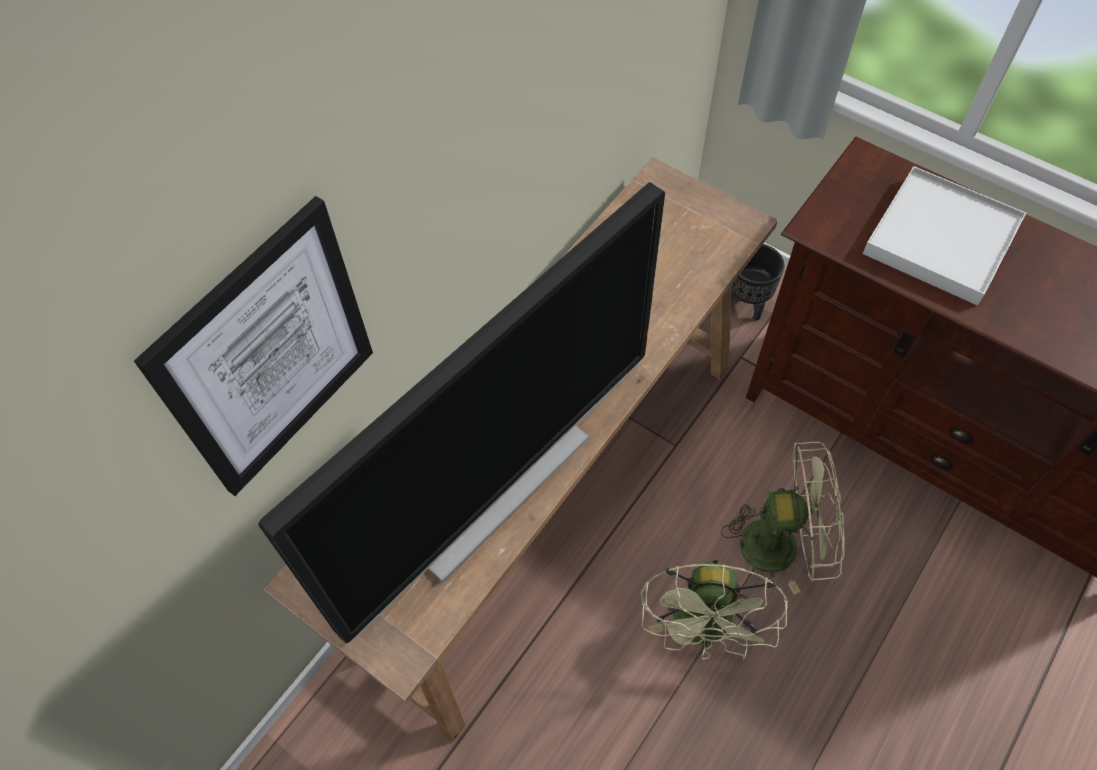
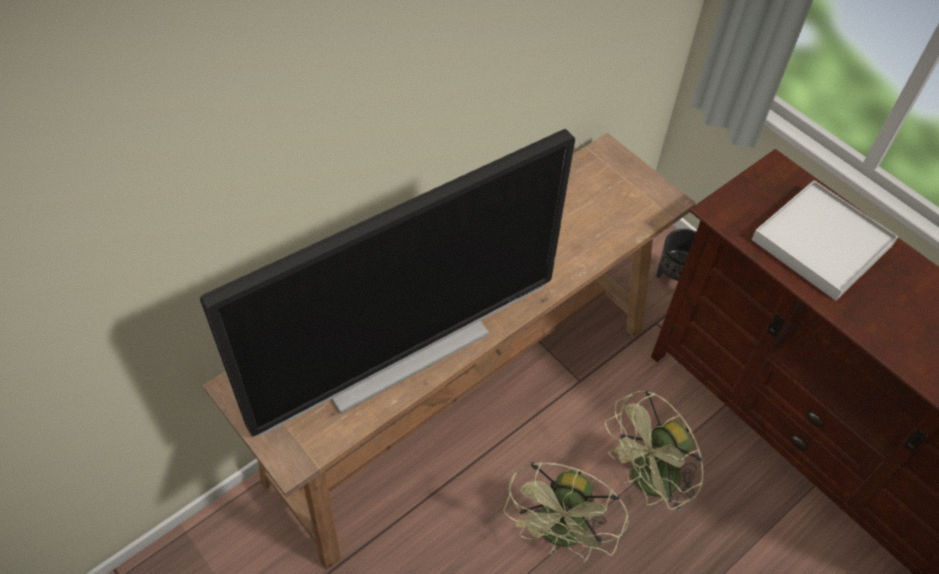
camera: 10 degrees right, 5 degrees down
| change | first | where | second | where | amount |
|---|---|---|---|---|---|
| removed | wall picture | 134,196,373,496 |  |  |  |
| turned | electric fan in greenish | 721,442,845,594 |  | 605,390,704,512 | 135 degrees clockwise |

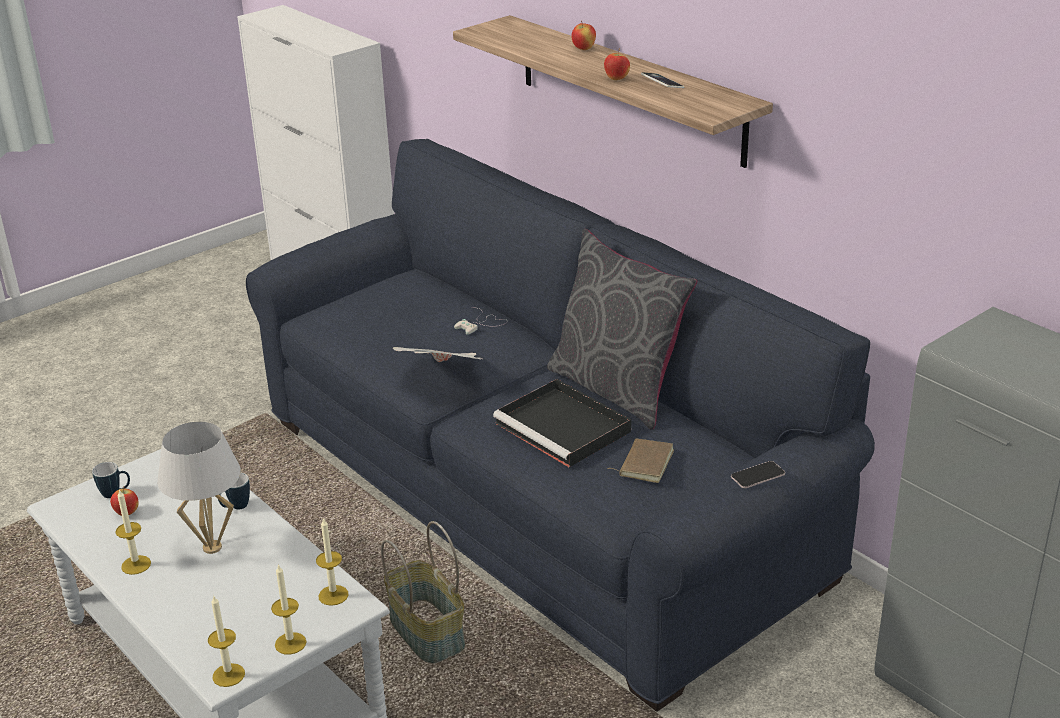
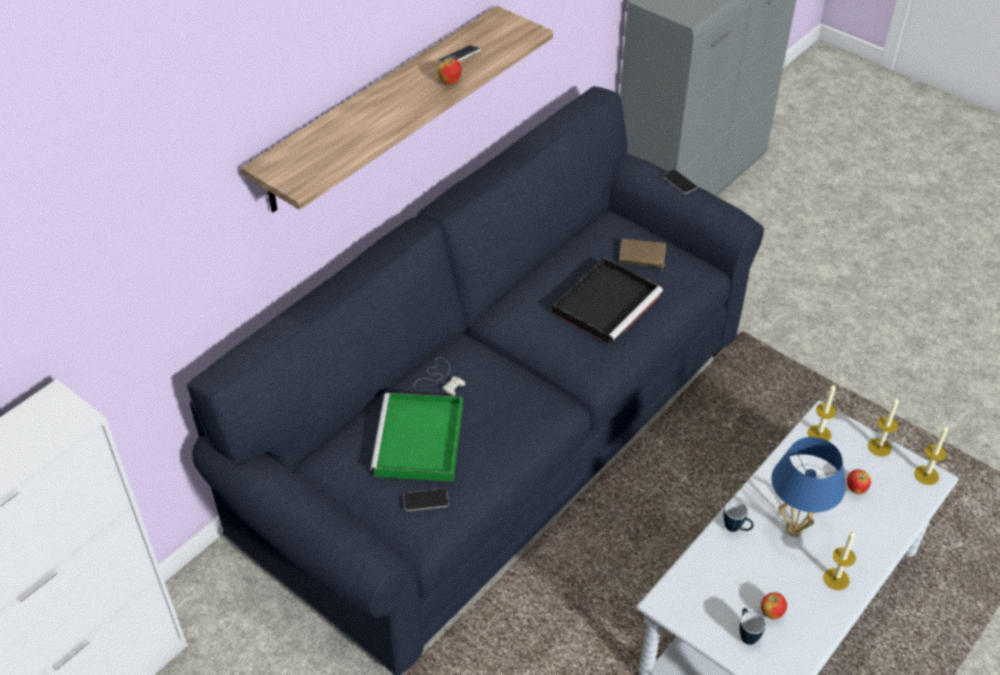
camera: 100 degrees left, 15 degrees up
| change | first | where | second | where | amount |
|---|---|---|---|---|---|
| recoloured | table lamp in white | 157,421,241,554 | table lamp in bluish | 772,437,845,537 |  |
| removed | household basket | 381,521,465,664 |  |  |  |
| removed | newspaper | 393,347,483,362 |  |  |  |
| removed | throw pillow in greyish | 547,229,698,429 |  |  |  |
| moved | apple fruit | 572,21,596,50 |  | 847,469,871,494 |  |
| added |  |  | tray in greenish | 370,393,463,482 |  |
| added |  |  | phone | 403,489,449,511 |  |

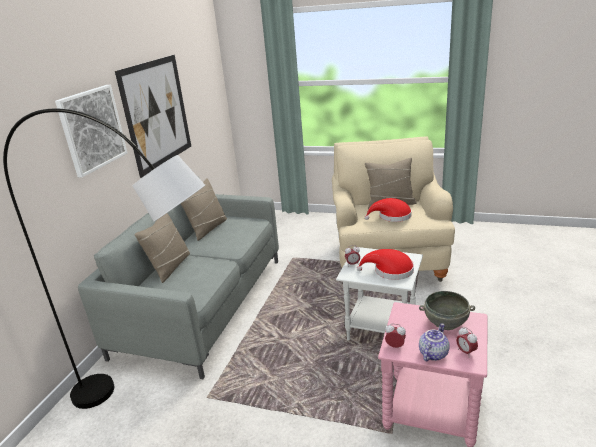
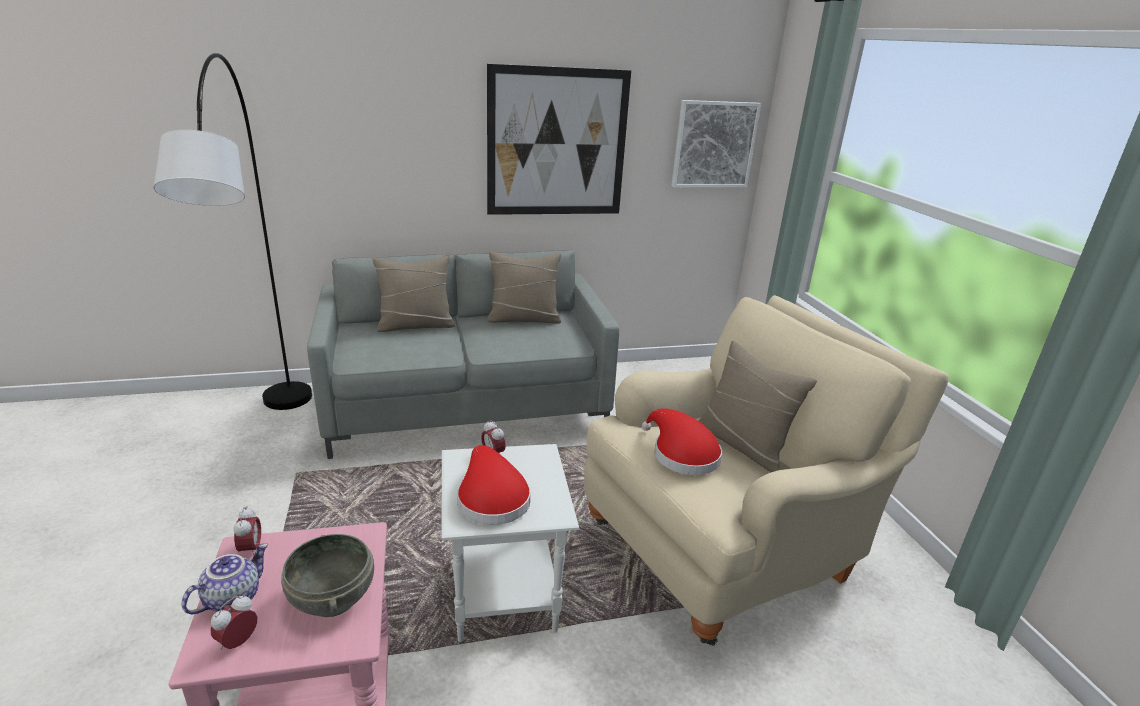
camera: 55 degrees right, 0 degrees up
| change | first | where | second | where | amount |
|---|---|---|---|---|---|
| moved | wall picture | 55,85,128,177 |  | 671,100,761,187 |  |
| turned | pot for tea | 419,323,449,361 |  | 182,543,268,614 | 60 degrees counterclockwise |

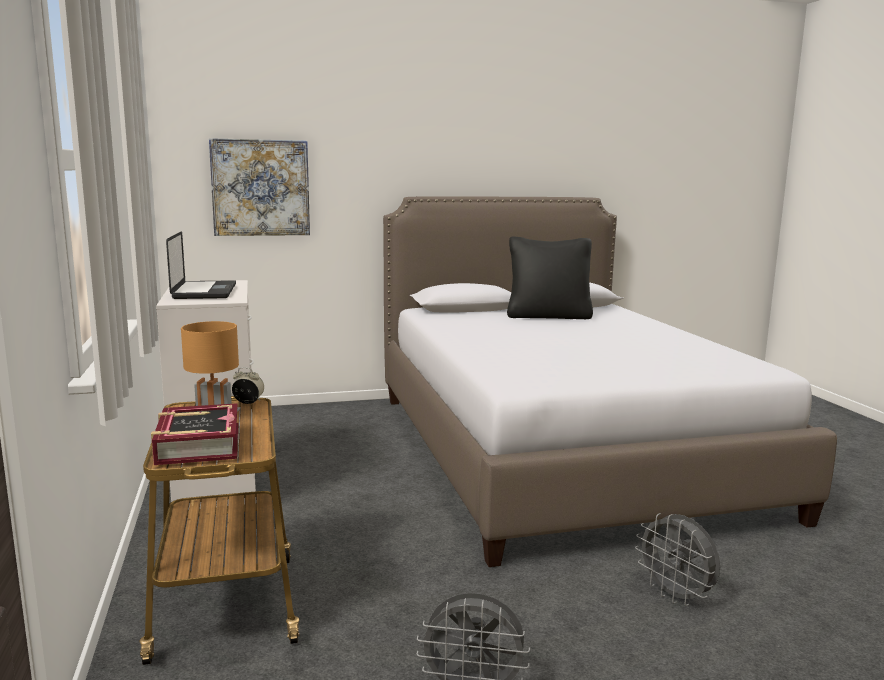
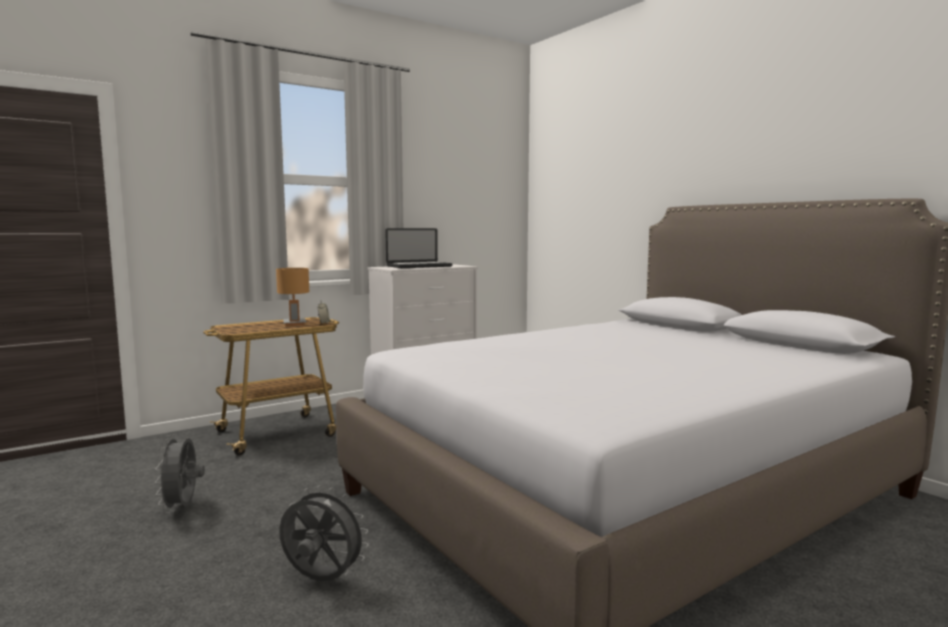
camera: 70 degrees right, 5 degrees down
| change | first | where | second | where | amount |
|---|---|---|---|---|---|
| removed | bound book | 151,403,239,465 |  |  |  |
| removed | wall picture | 209,138,310,236 |  |  |  |
| removed | throw pillow in black | 507,236,593,319 |  |  |  |
| turned | electric fan in greyish | 635,513,720,606 |  | 279,485,369,581 | 75 degrees clockwise |

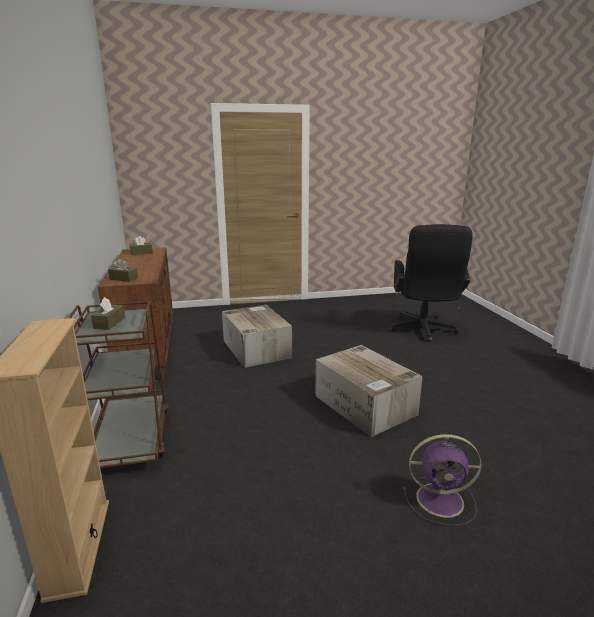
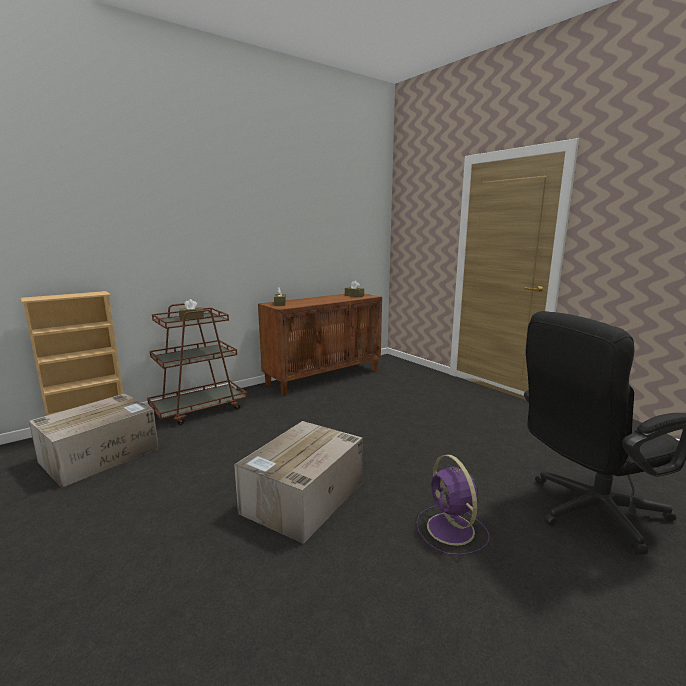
camera: 65 degrees right, 5 degrees down
| change | first | where | second | where | amount |
|---|---|---|---|---|---|
| moved | packing box | 222,305,292,368 |  | 29,394,159,488 |  |
| moved | electric fan in purple-coloured | 403,434,482,526 |  | 416,454,489,555 |  |

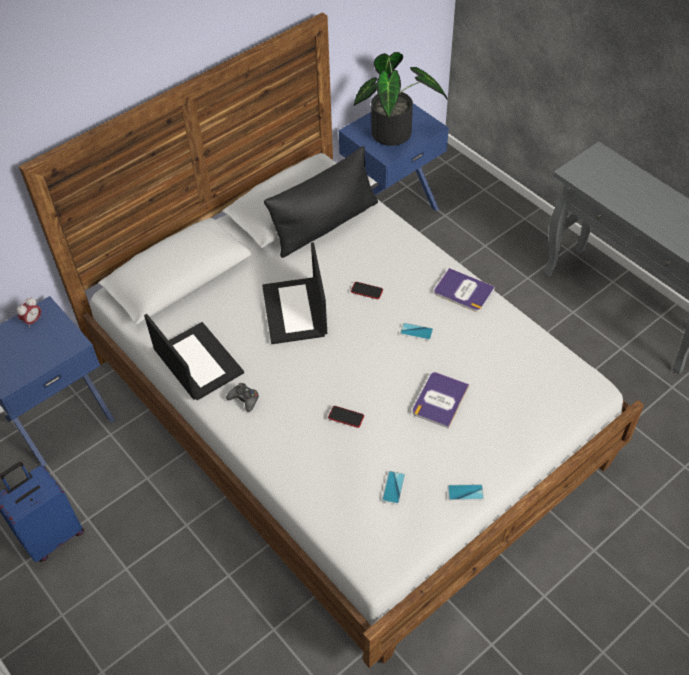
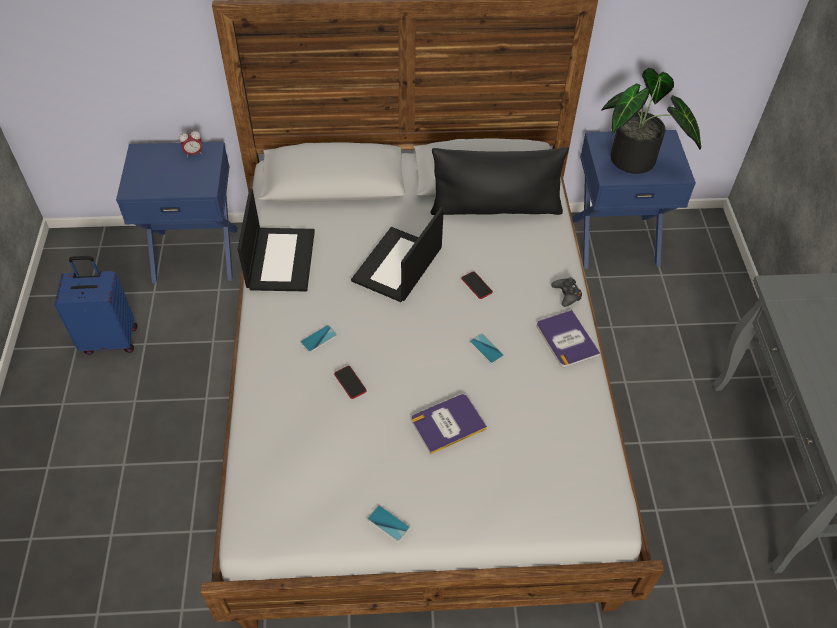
camera: 35 degrees right, 0 degrees up
| change | first | where | second | where | amount |
|---|---|---|---|---|---|
| moved | gamepad in black | 226,383,259,412 |  | 551,277,582,307 |  |
| moved | phone | 382,471,406,505 |  | 300,325,337,353 |  |

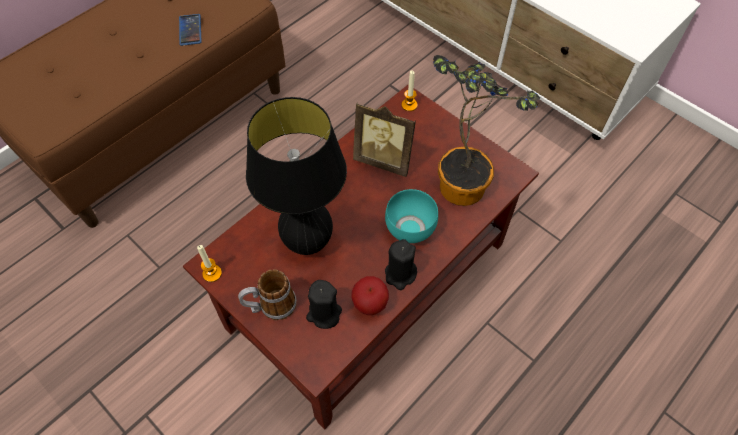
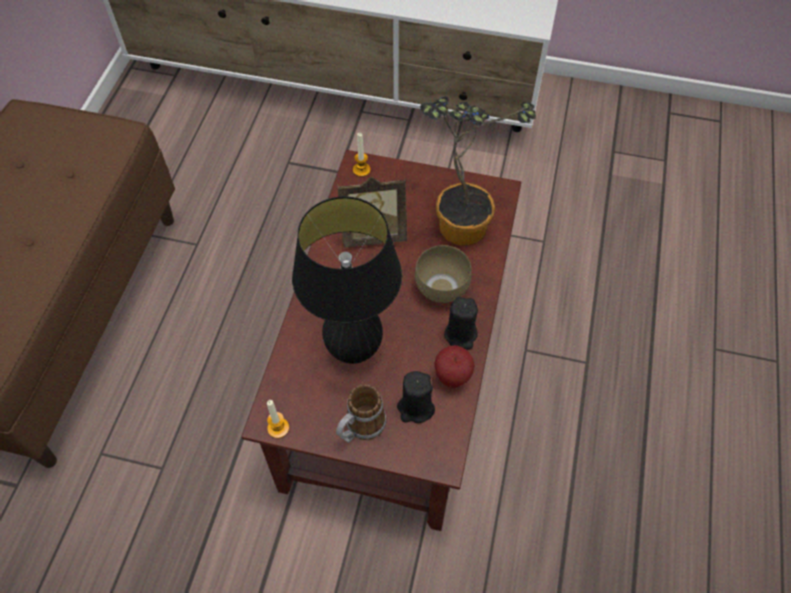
camera: 30 degrees left, 0 degrees up
| change | first | where | second | where | amount |
|---|---|---|---|---|---|
| removed | phone | 179,14,202,46 |  |  |  |
| recoloured | serving bowl in turquoise | 385,189,438,243 | serving bowl in brown-coloured | 415,245,472,303 |  |

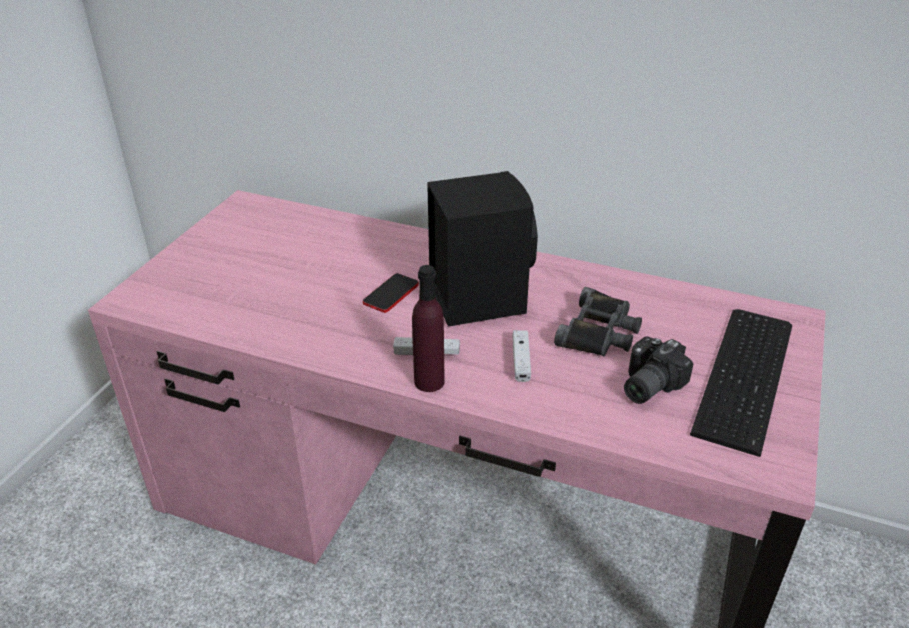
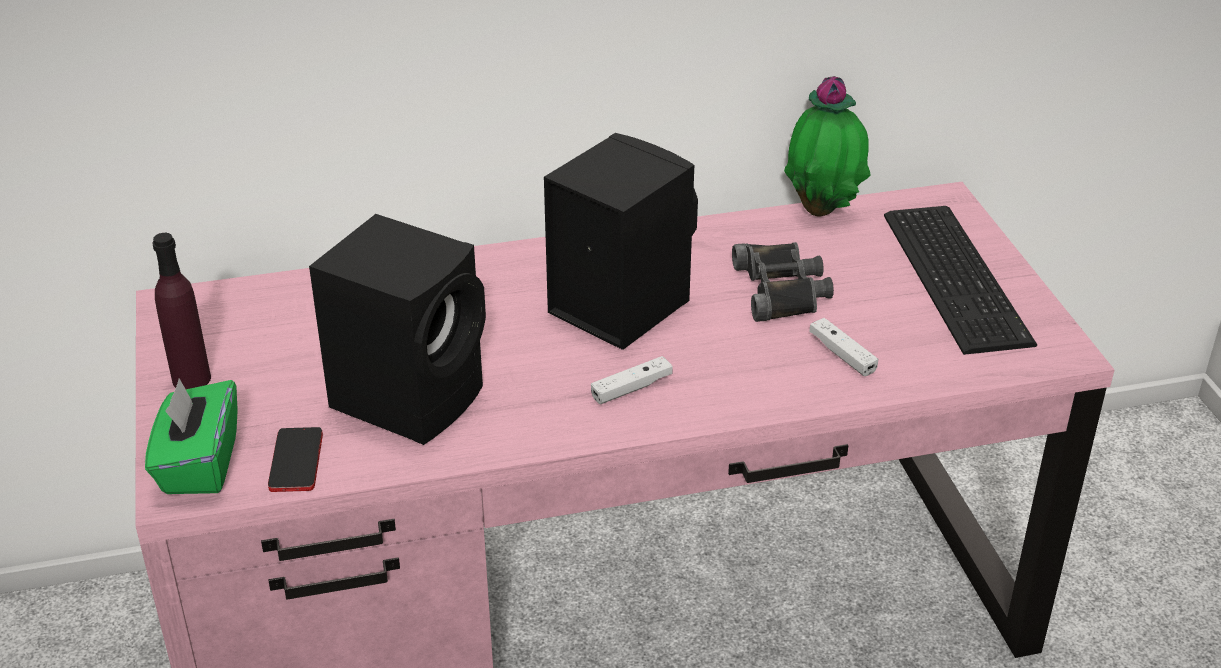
camera: 35 degrees left, 0 degrees up
| change | first | where | second | where | amount |
|---|---|---|---|---|---|
| moved | phone | 363,273,419,313 |  | 268,427,323,492 |  |
| moved | bottle in purple-coloured | 412,265,445,392 |  | 152,233,211,389 |  |
| moved | gamepad in white | 512,330,531,382 |  | 809,318,878,376 |  |
| removed | still camera | 624,336,693,404 |  |  |  |
| added |  |  | tissue box in greenish | 145,378,238,494 |  |
| added |  |  | loudspeaker in black | 309,214,486,445 |  |
| added |  |  | plant in a pot | 784,76,870,217 |  |

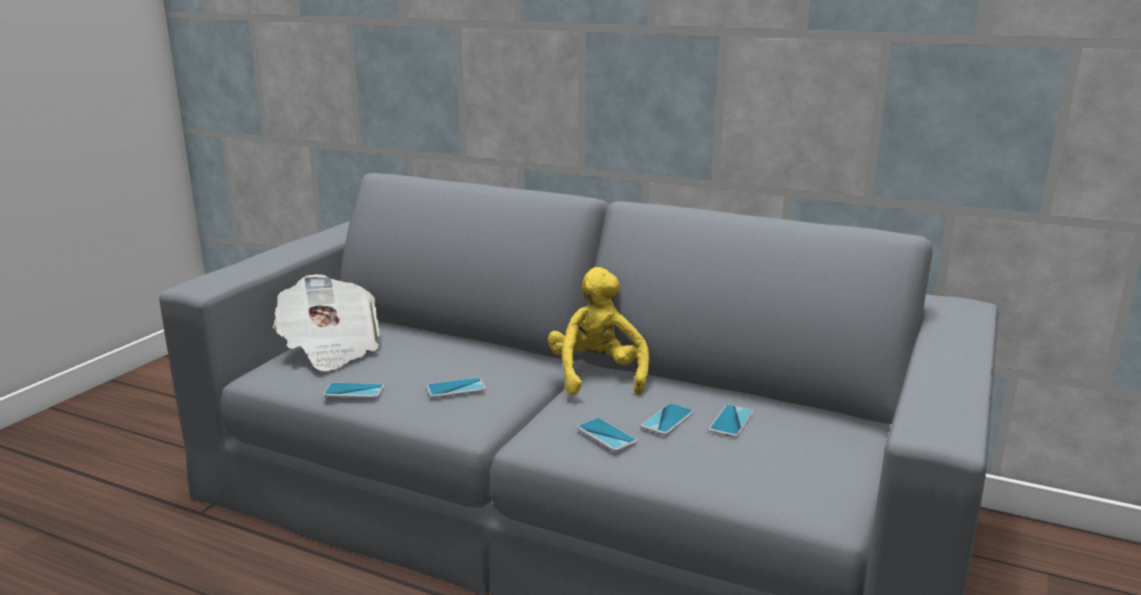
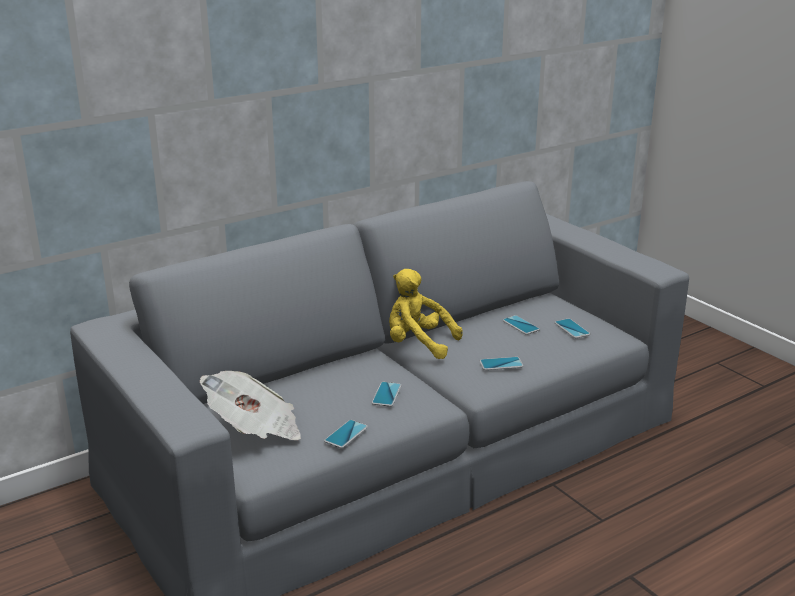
camera: 60 degrees left, 5 degrees up
| change | first | where | second | where | amount |
|---|---|---|---|---|---|
| moved | phone | 641,403,694,435 |  | 554,318,590,338 |  |

